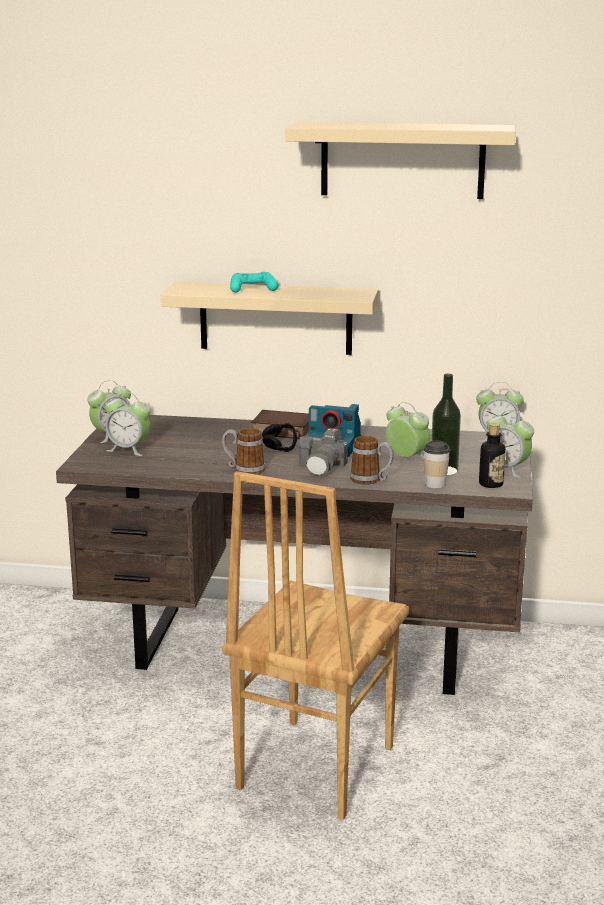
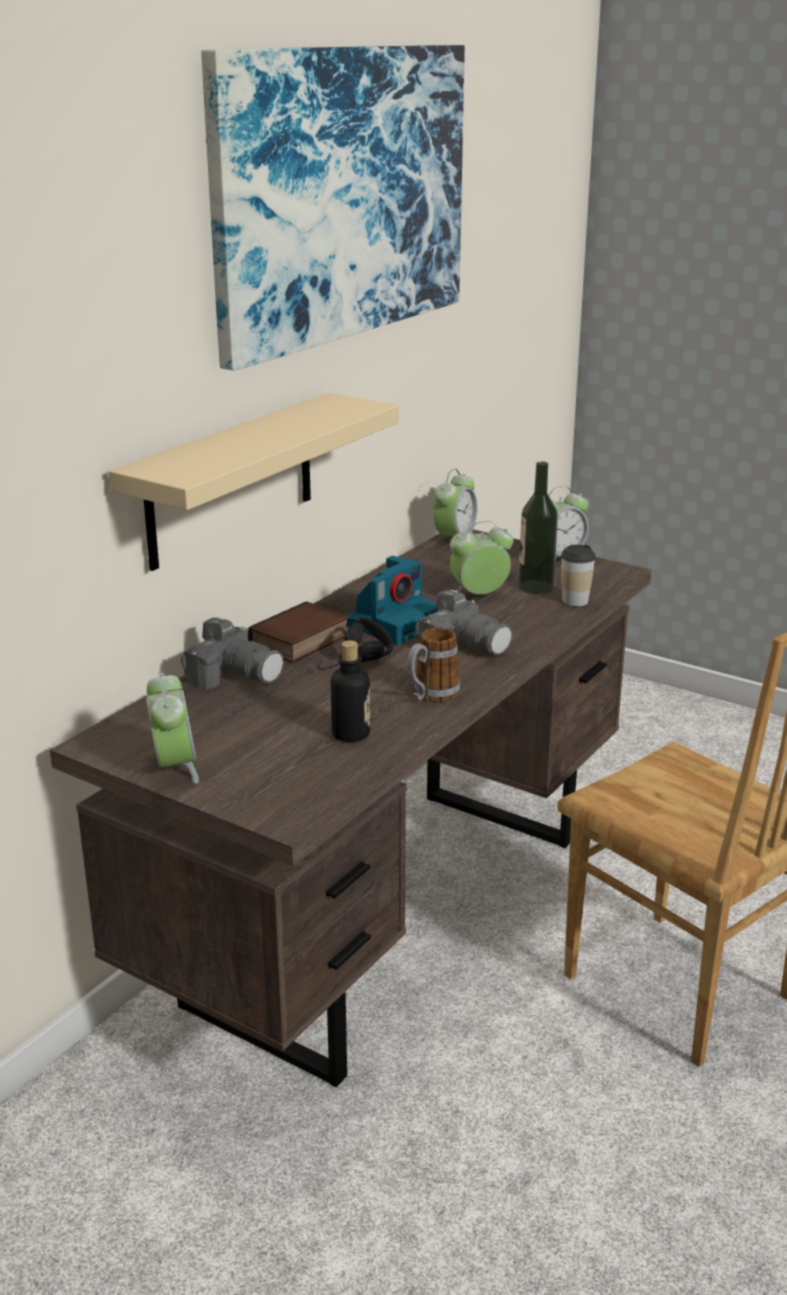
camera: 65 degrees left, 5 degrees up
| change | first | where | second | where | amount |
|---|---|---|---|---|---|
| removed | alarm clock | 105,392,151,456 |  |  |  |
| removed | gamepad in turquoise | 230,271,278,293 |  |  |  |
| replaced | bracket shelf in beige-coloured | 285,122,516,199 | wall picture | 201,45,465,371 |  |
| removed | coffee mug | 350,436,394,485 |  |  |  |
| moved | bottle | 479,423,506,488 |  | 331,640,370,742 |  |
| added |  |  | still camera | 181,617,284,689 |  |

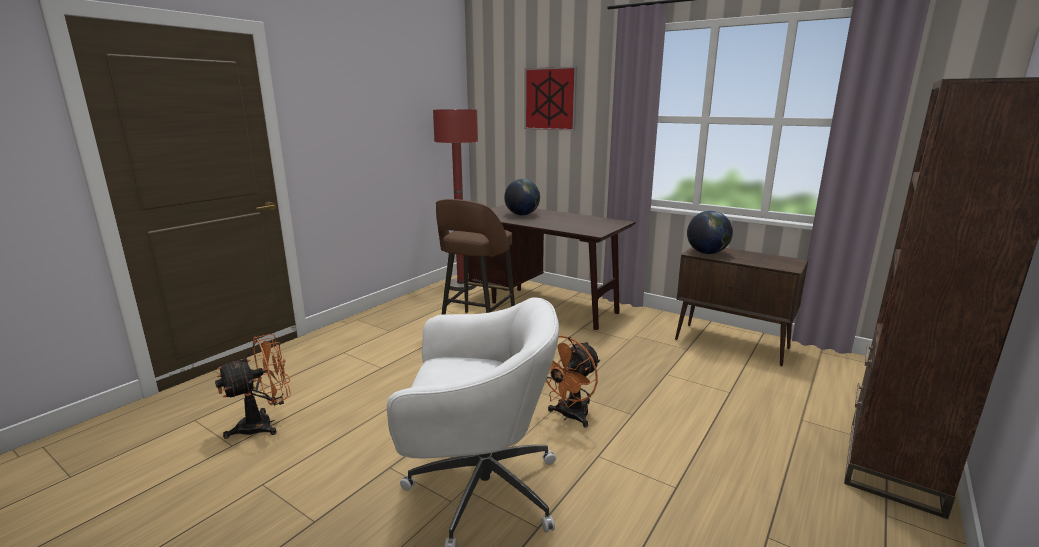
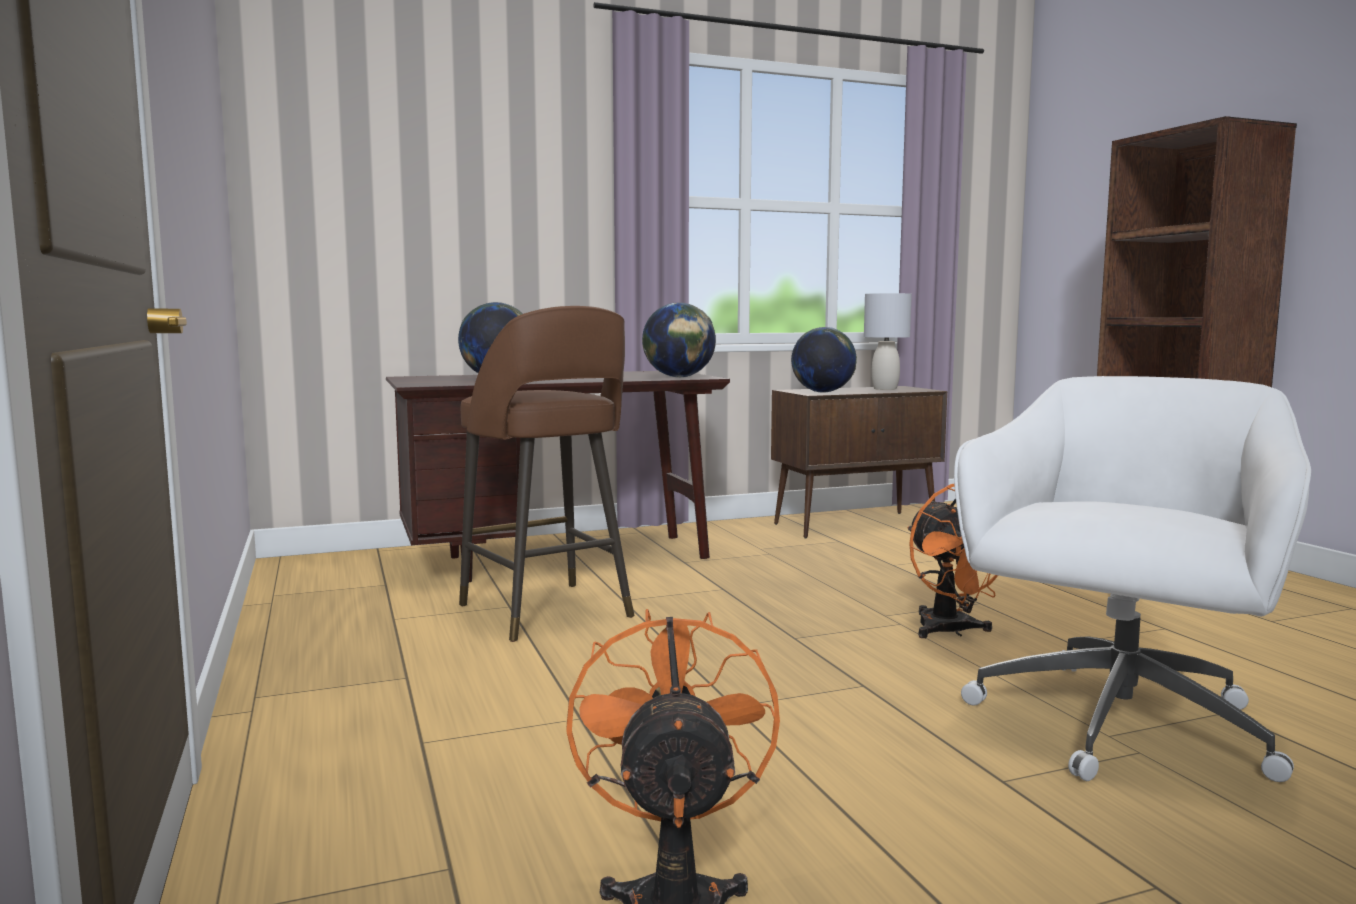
camera: 55 degrees left, 10 degrees down
| change | first | where | second | where | amount |
|---|---|---|---|---|---|
| removed | standard lamp in red-coloured | 433,109,478,291 |  |  |  |
| removed | wall picture | 524,66,577,131 |  |  |  |
| added |  |  | desk globe | 642,302,716,378 |  |
| added |  |  | table lamp in greyish | 864,293,912,390 |  |

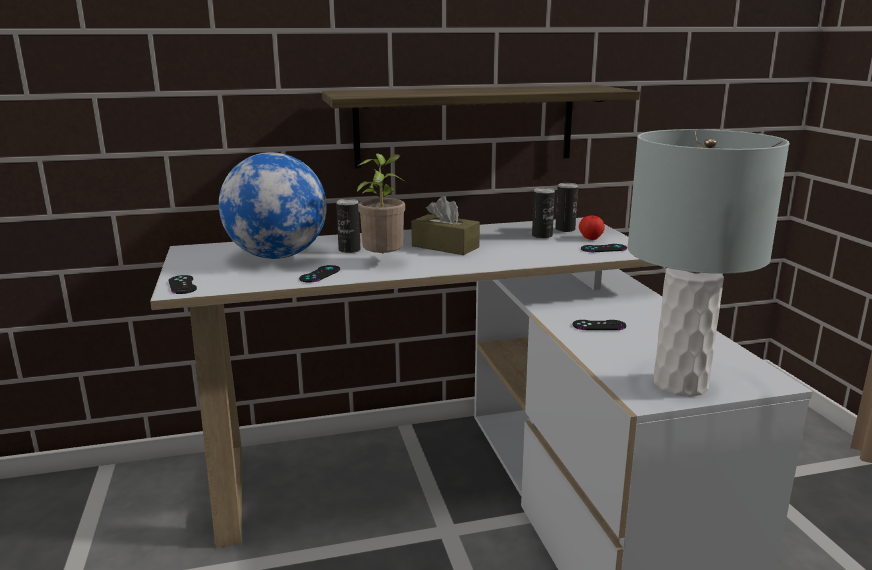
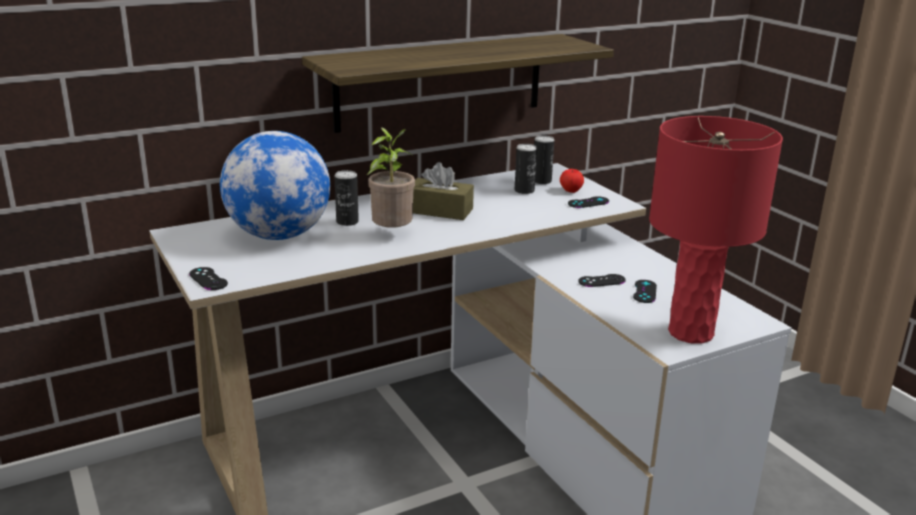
camera: 15 degrees left, 5 degrees up
| change | first | where | second | where | amount |
|---|---|---|---|---|---|
| moved | gamepad in black | 299,265,340,282 |  | 633,280,657,303 |  |
| recoloured | table lamp in greyish | 627,129,790,397 | table lamp in red-coloured | 649,116,783,344 |  |

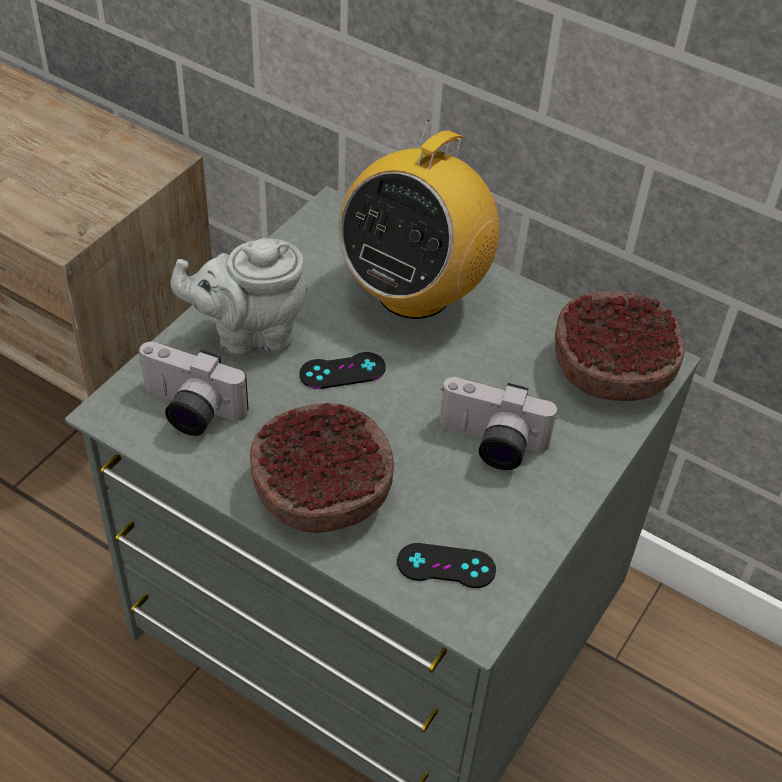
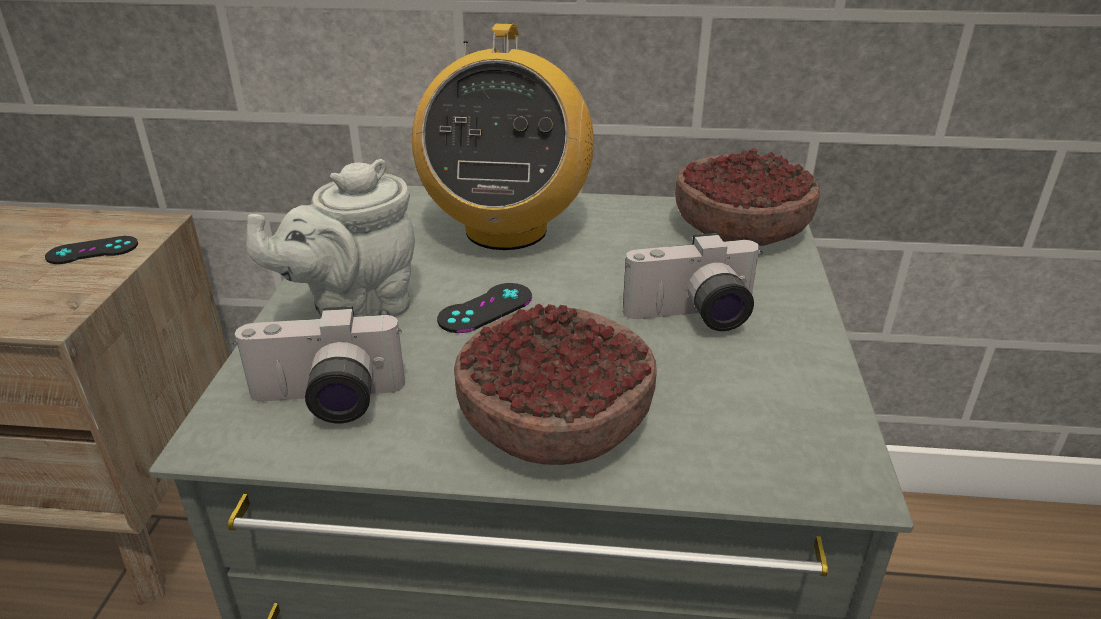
camera: 25 degrees left, 15 degrees down
| change | first | where | second | where | amount |
|---|---|---|---|---|---|
| moved | gamepad in black | 397,543,496,588 |  | 45,236,138,264 |  |

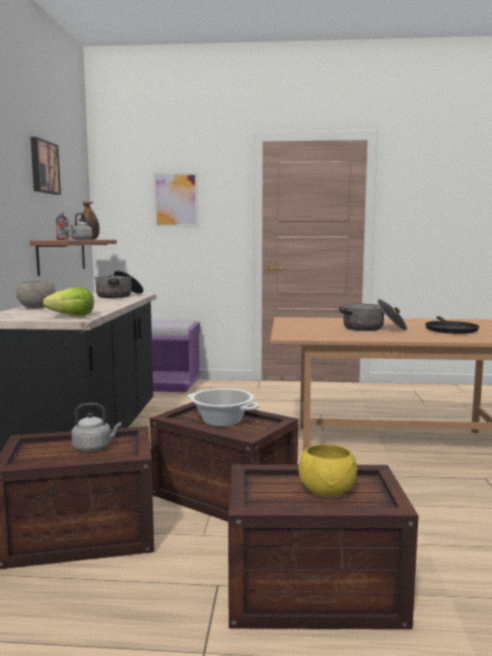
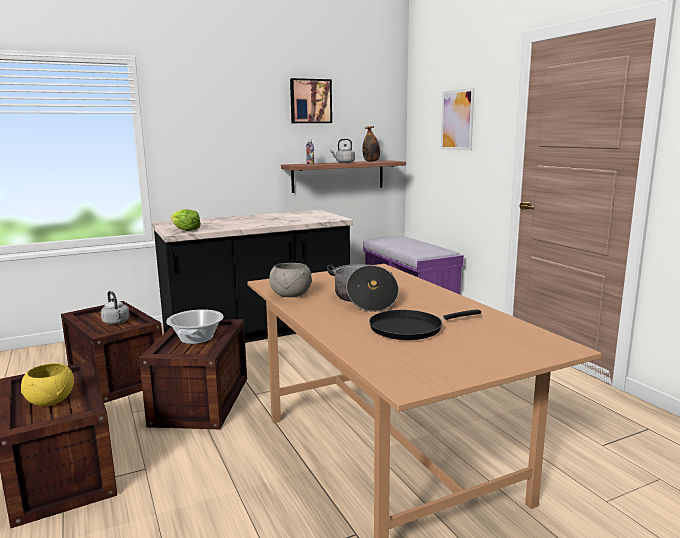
camera: 60 degrees right, 5 degrees up
| change | first | where | second | where | amount |
|---|---|---|---|---|---|
| moved | serving bowl in greyish | 16,281,56,308 |  | 269,263,312,297 |  |
| removed | cooking pot | 95,271,143,298 |  |  |  |

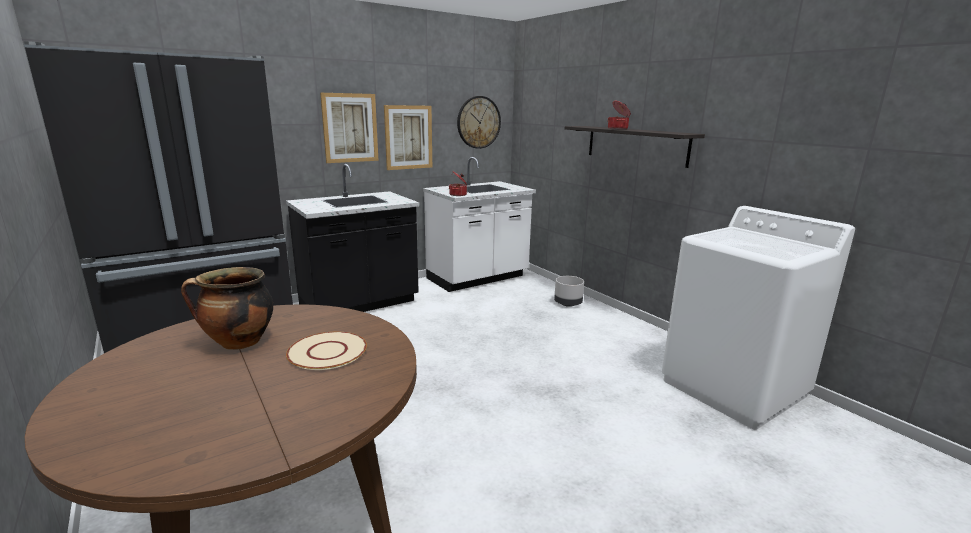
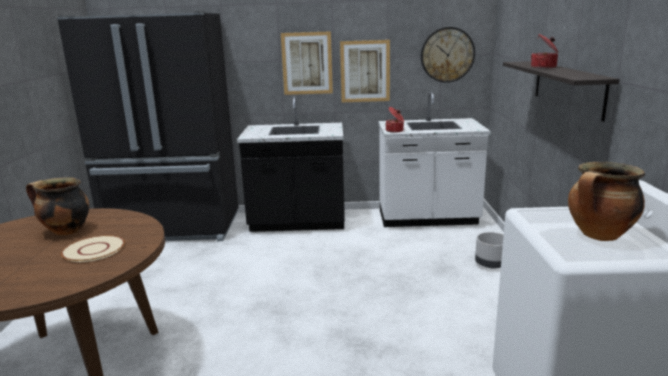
camera: 35 degrees right, 0 degrees up
| change | first | where | second | where | amount |
|---|---|---|---|---|---|
| added |  |  | cooking pot | 568,162,645,241 |  |

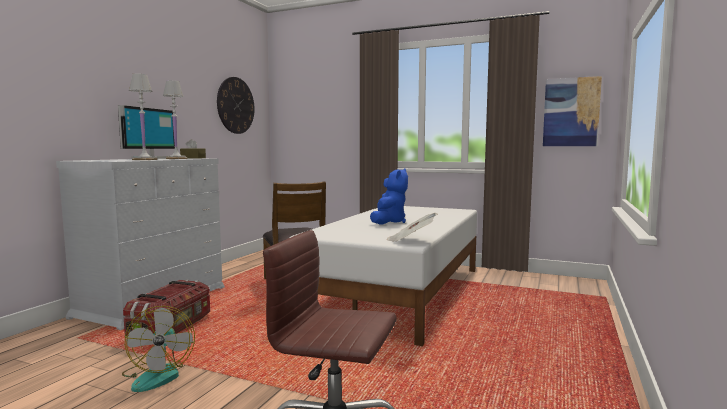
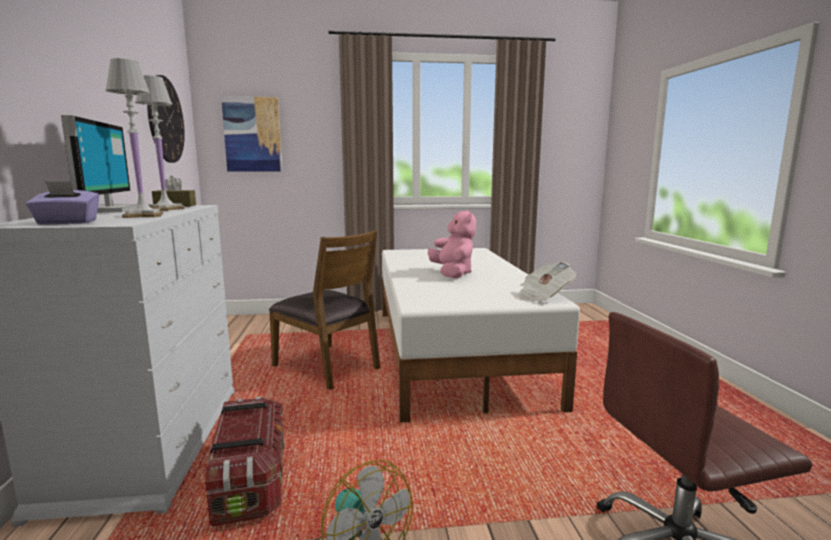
camera: 30 degrees left, 5 degrees up
| change | first | where | second | where | amount |
|---|---|---|---|---|---|
| recoloured | plush toy in bluish | 370,168,408,225 | plush toy in pink-coloured | 428,209,476,278 |  |
| moved | wall picture | 543,76,602,146 |  | 221,96,282,171 |  |
| added |  |  | tissue box in purple-coloured | 26,181,99,225 |  |

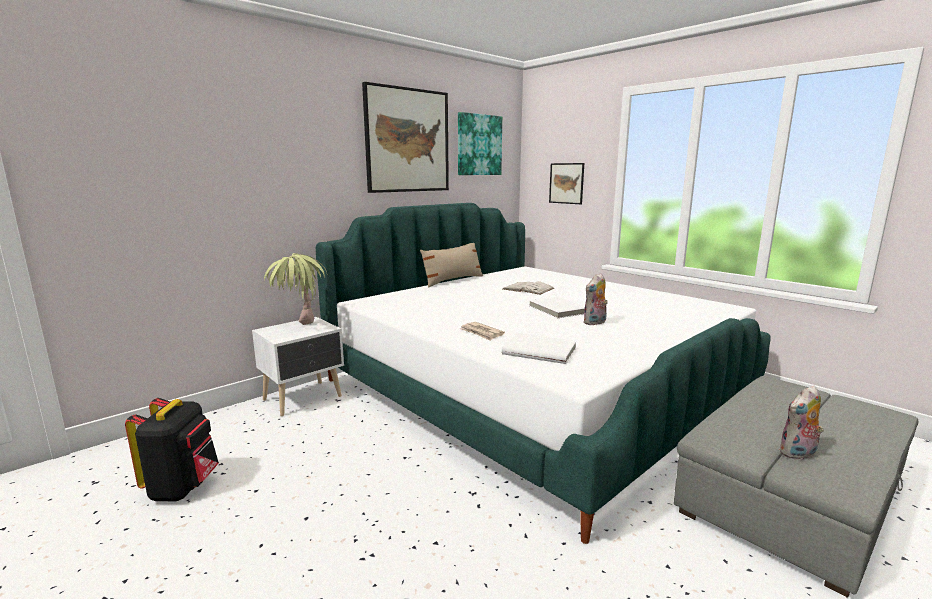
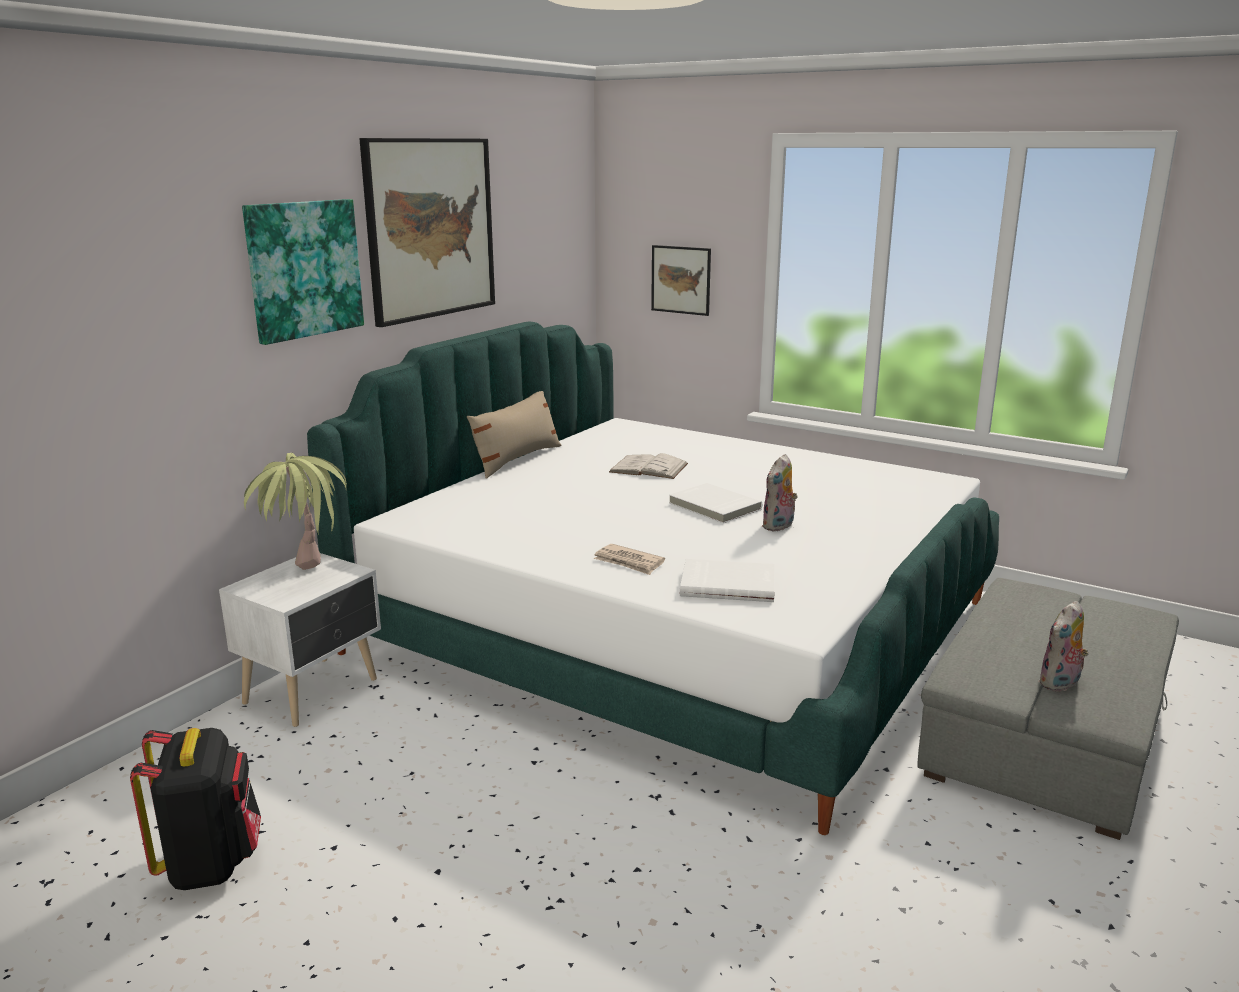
camera: 15 degrees left, 5 degrees up
| change | first | where | second | where | amount |
|---|---|---|---|---|---|
| moved | wall picture | 458,112,502,175 |  | 242,199,364,345 |  |

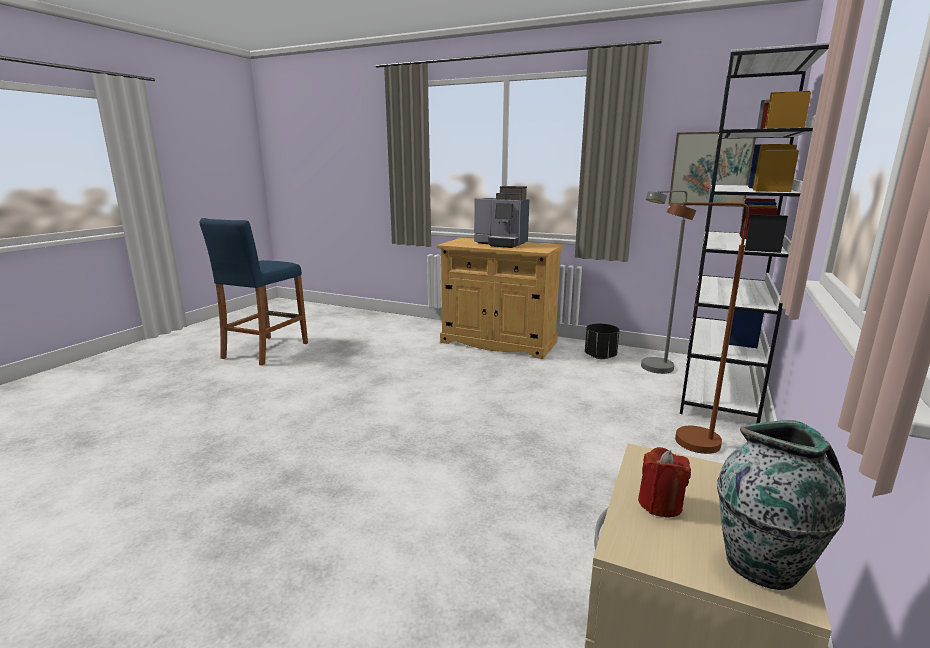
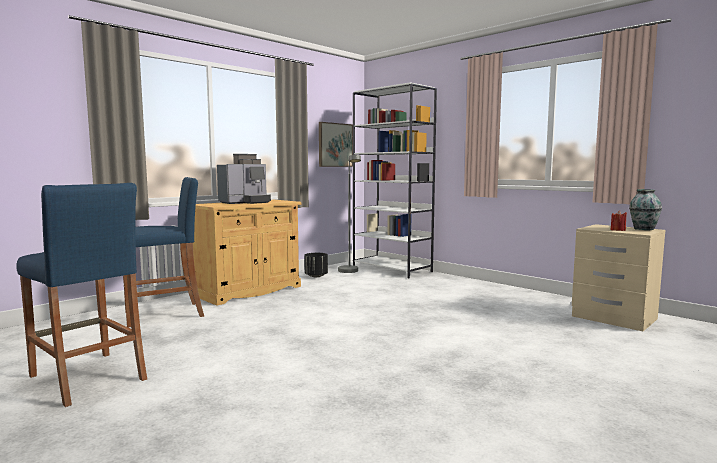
camera: 70 degrees left, 10 degrees down
| change | first | where | second | where | amount |
|---|---|---|---|---|---|
| removed | standard lamp in brown-coloured | 667,202,749,454 |  |  |  |
| added |  |  | sitting stool in bluish | 123,177,204,328 |  |

